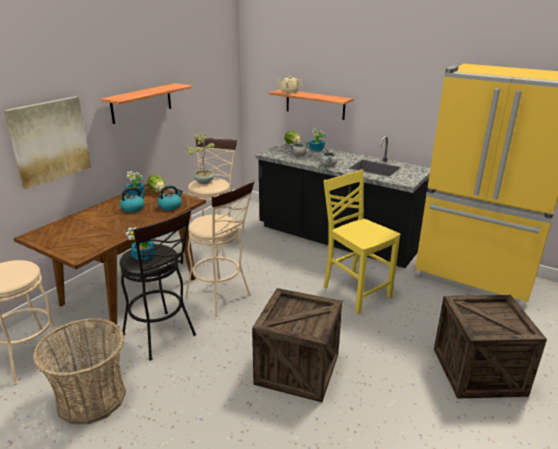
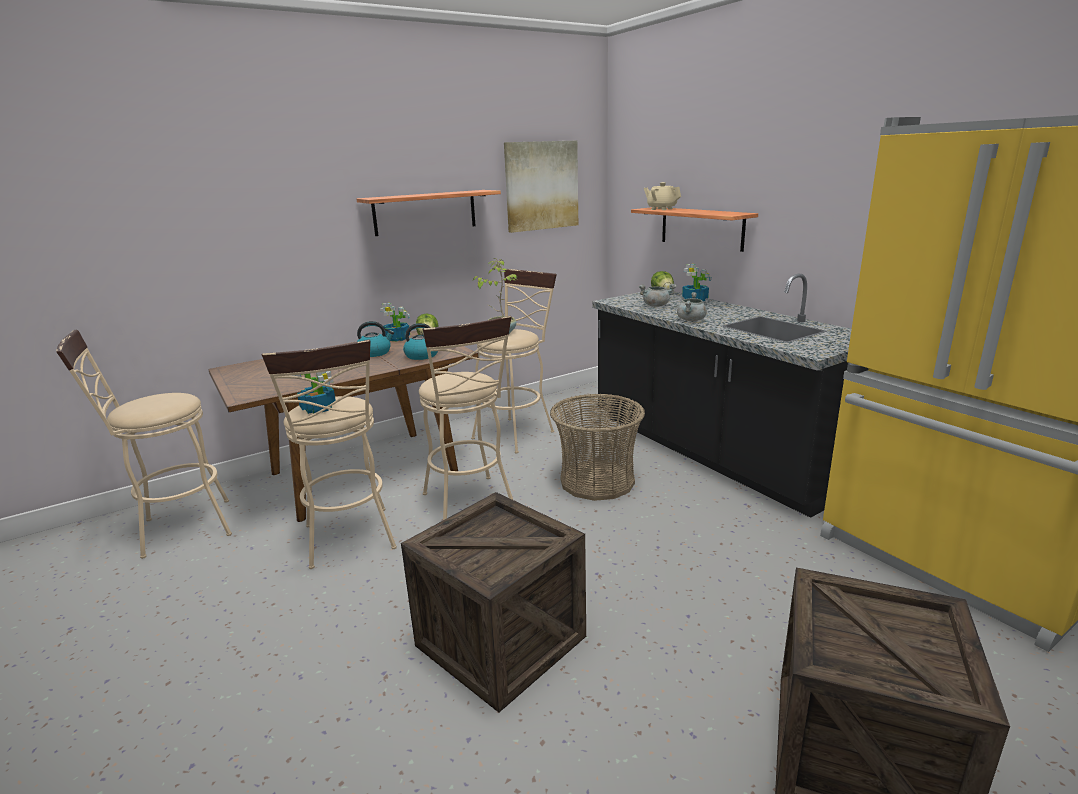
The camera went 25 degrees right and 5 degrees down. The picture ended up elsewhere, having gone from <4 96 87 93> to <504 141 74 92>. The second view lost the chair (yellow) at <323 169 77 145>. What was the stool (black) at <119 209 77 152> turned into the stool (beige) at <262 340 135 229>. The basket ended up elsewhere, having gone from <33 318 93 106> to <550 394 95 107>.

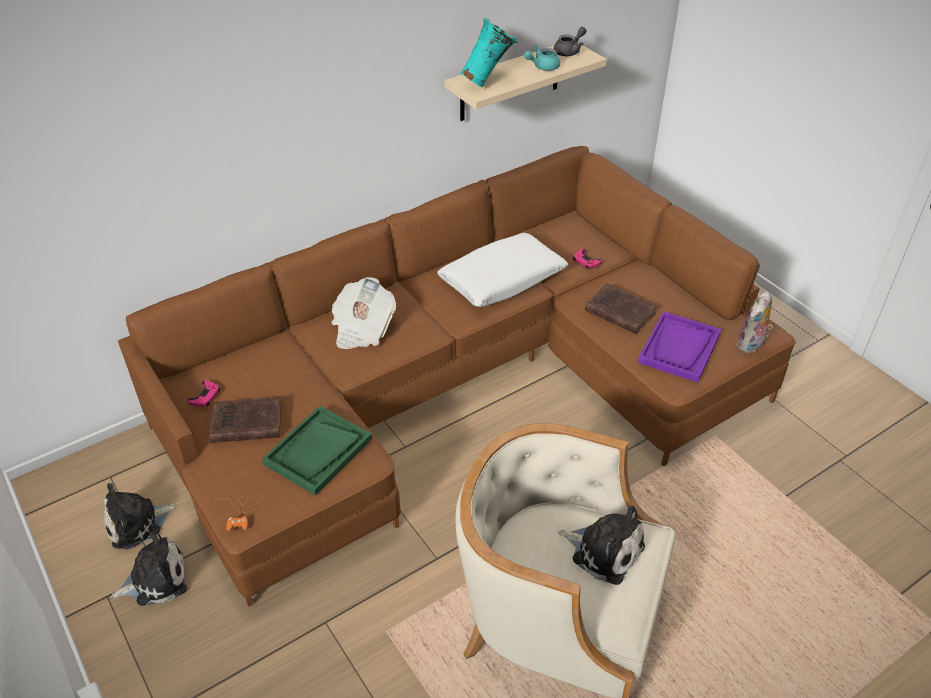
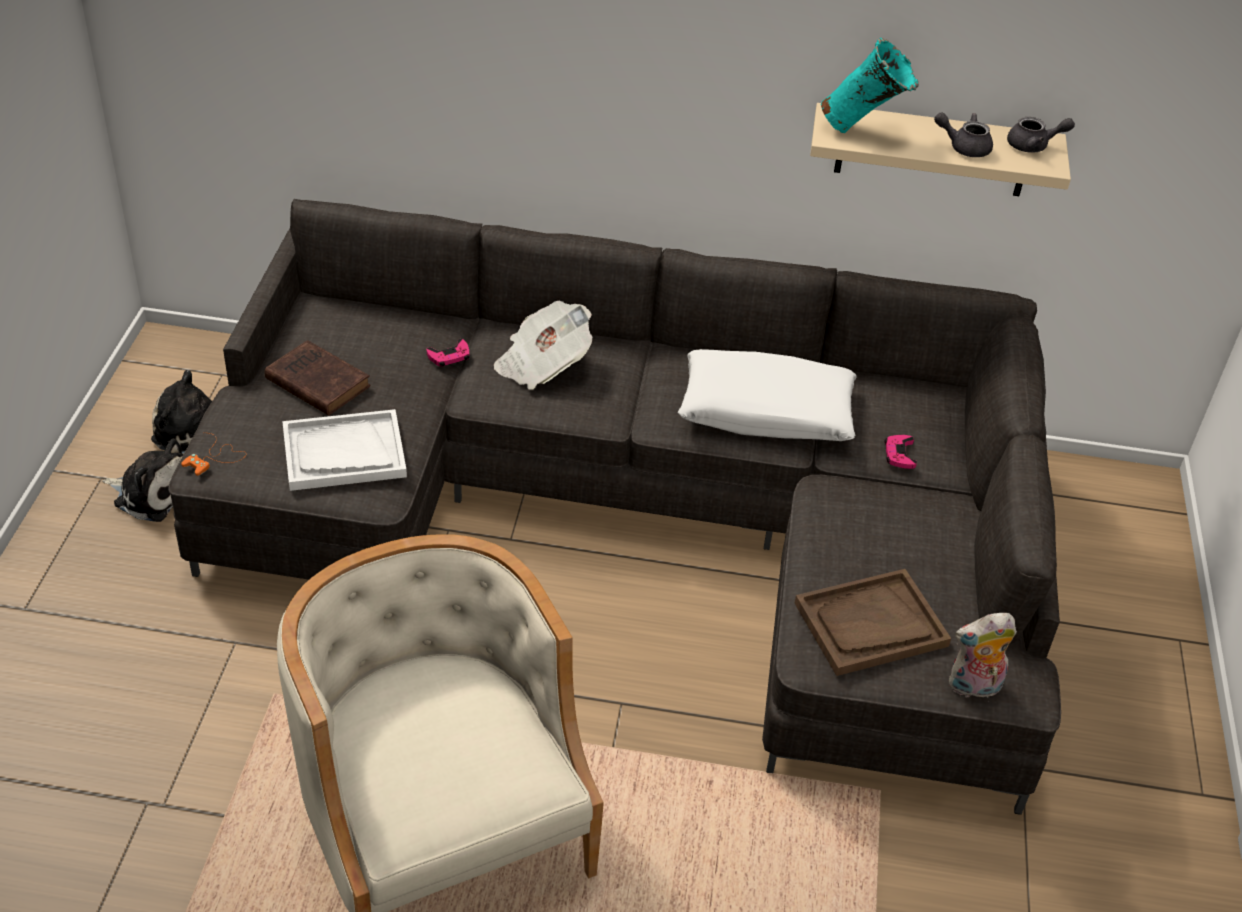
The camera went 40 degrees right and 0 degrees up. What was the teapot (turquoise) at <524 45 36 26> turned into the teapot (grey) at <934 113 59 44>. What was the sofa (brown) at <118 146 678 461> turned into the sofa (grey) at <168 199 893 616>. The second view lost the book (brown) at <585 284 73 50>. What was the tray (purple) at <638 311 83 71> turned into the tray (brown) at <794 569 157 107>. The game controller (pink) ended up elsewhere, having gone from <188 380 32 27> to <427 339 42 28>. What was the tray (green) at <262 406 110 90> turned into the tray (white) at <282 409 125 82>. The second view lost the plush toy at <558 505 87 80>.

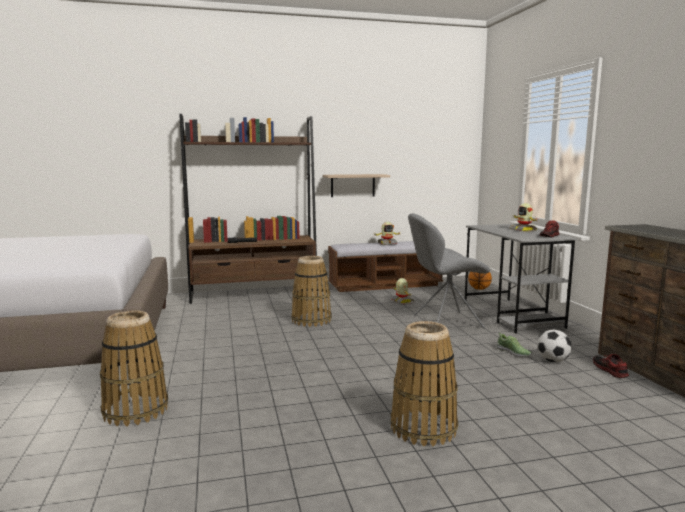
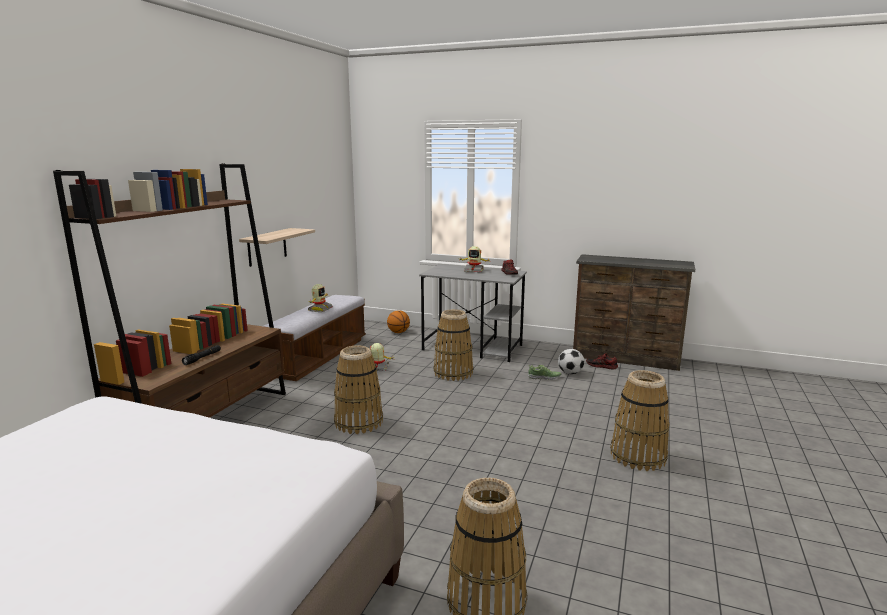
The camera went 55 degrees left and 5 degrees up. Where the chair (grey) stood at <408 213 82 115>, the basket came to stand at <434 309 39 72>.

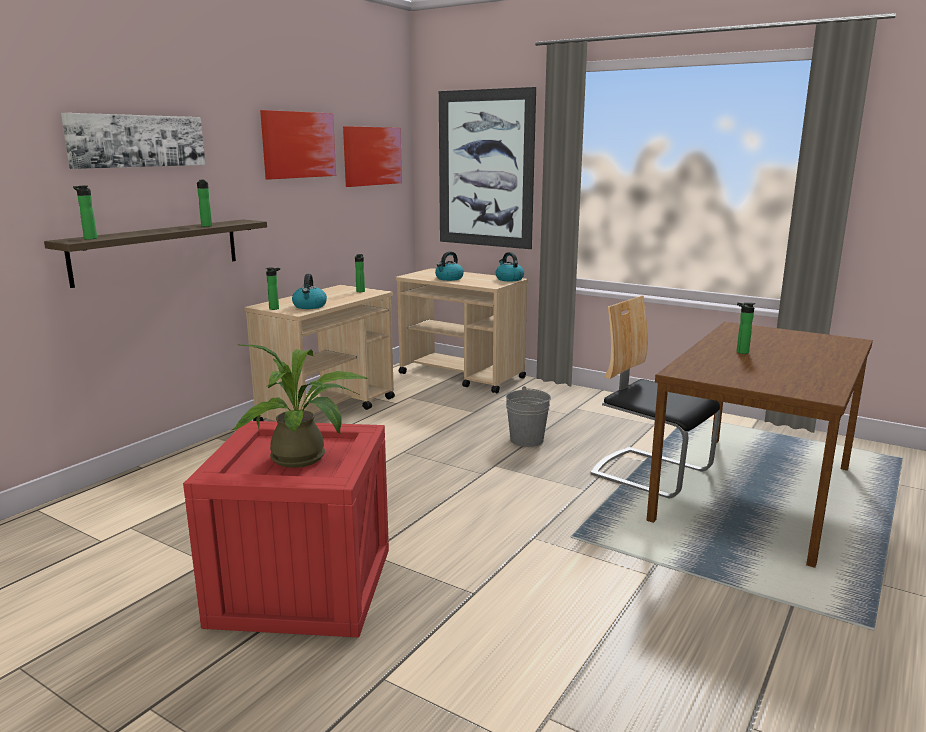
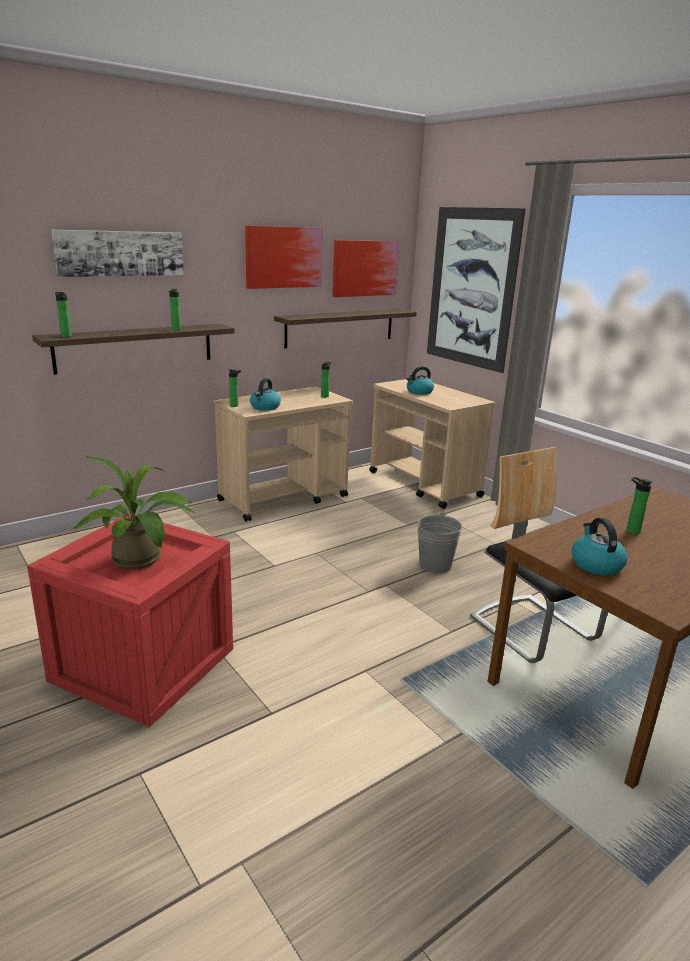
The camera went 20 degrees right and 5 degrees up. The kettle ended up elsewhere, having gone from <496 252 28 29> to <572 518 56 57>. The second view gained the shelf at <274 309 143 39>.

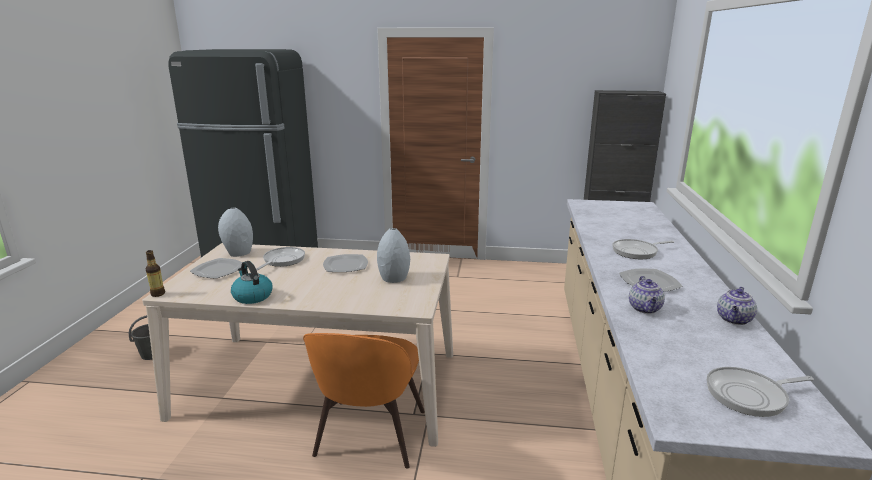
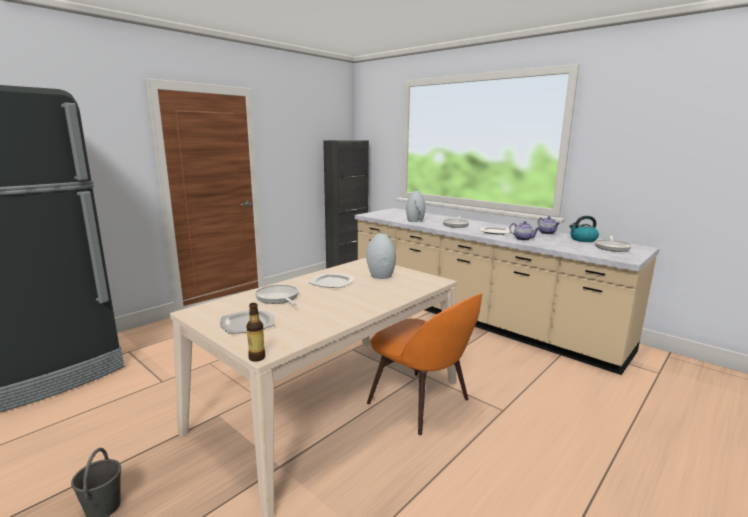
The camera went 55 degrees left and 5 degrees down. The vase (grey) ended up elsewhere, having gone from <218 207 35 50> to <406 190 20 32>. The kettle ended up elsewhere, having gone from <231 261 41 43> to <569 216 30 26>.

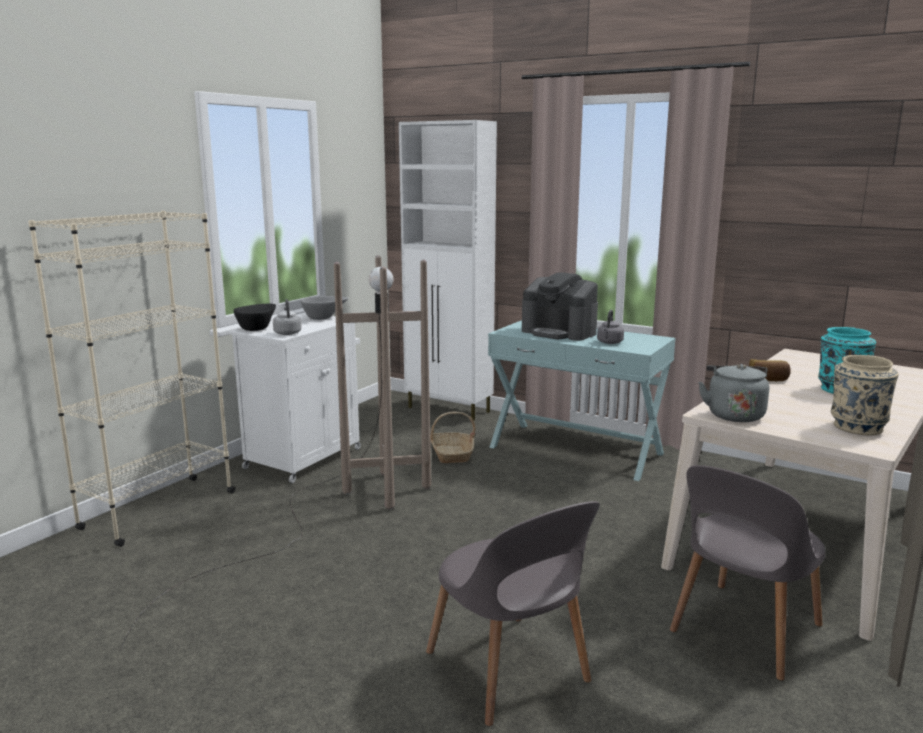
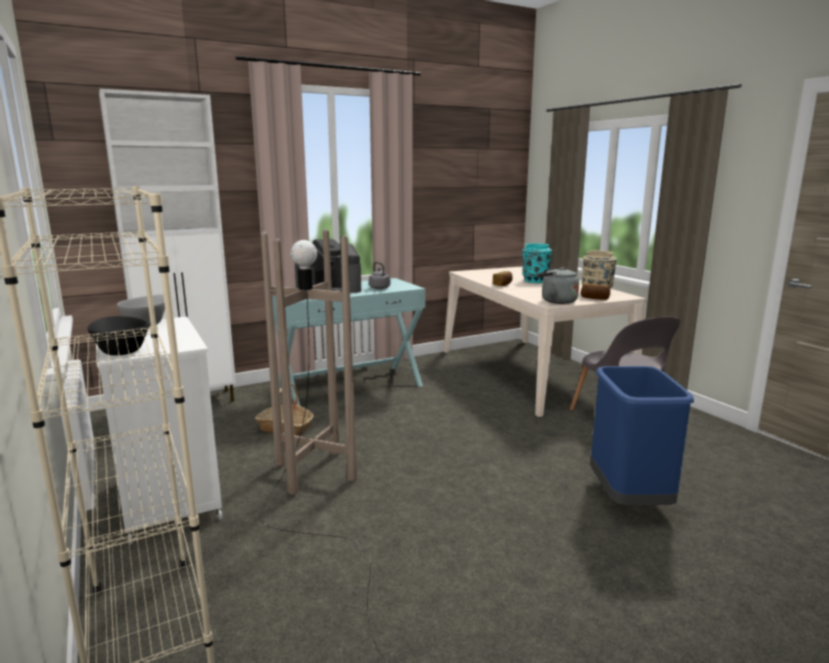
The camera went 60 degrees left and 0 degrees up. The second view lost the kettle (grey) at <273 299 29 36>. Where the chair (grey) stood at <426 501 174 225>, the trash can (blue) came to stand at <590 366 104 139>. The second view gained the bread at <581 283 29 17>.

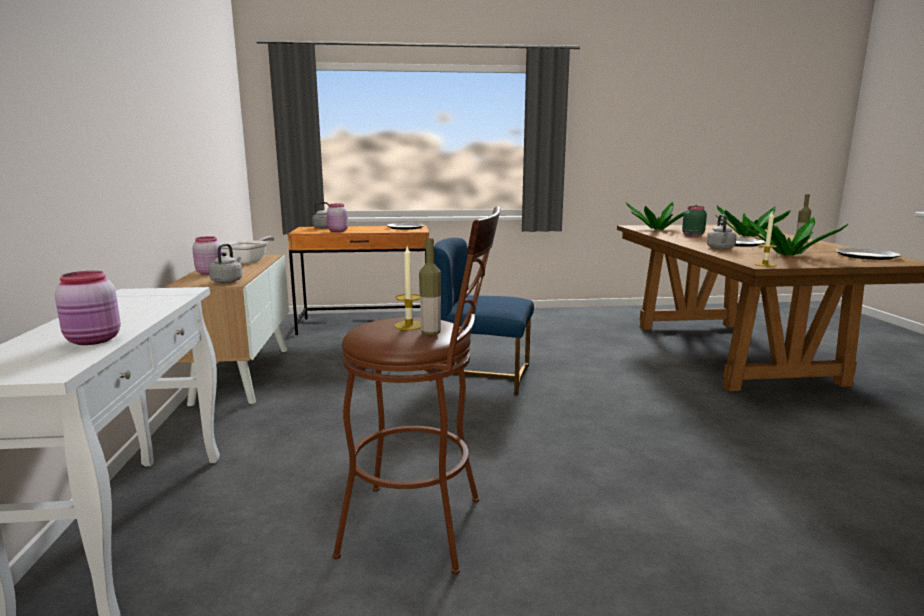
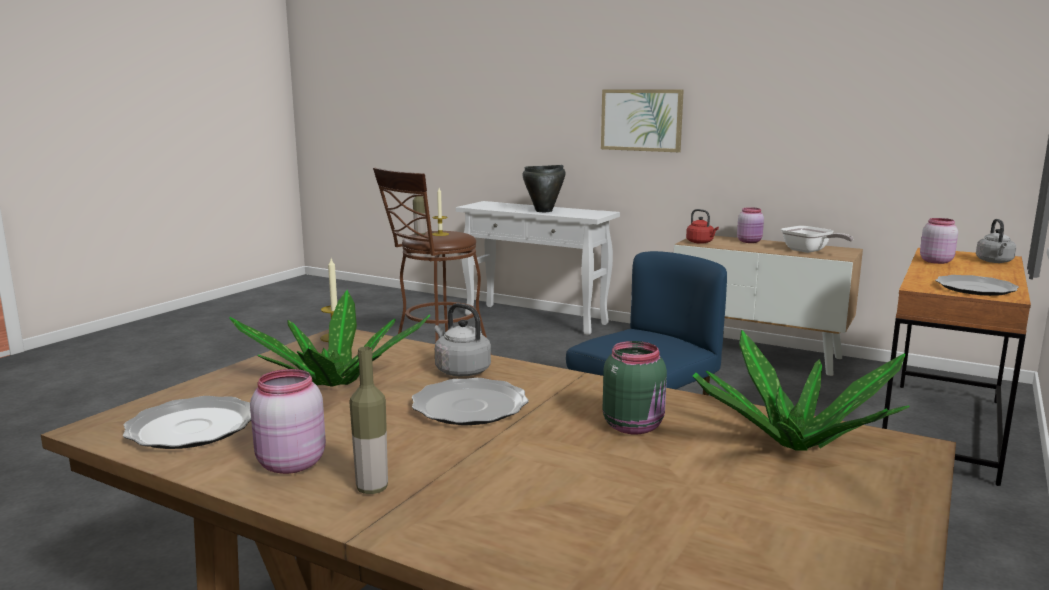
The camera went 125 degrees right and 0 degrees up. The second view lost the potted plant at <715 205 76 32>. What was the kettle (grey) at <209 244 33 39> turned into the kettle (red) at <686 209 33 35>. The jar (pink) ended up elsewhere, having gone from <55 271 66 74> to <250 369 76 105>. The second view gained the picture at <601 89 83 63>. The second view gained the cooking pot (black) at <523 165 42 47>.

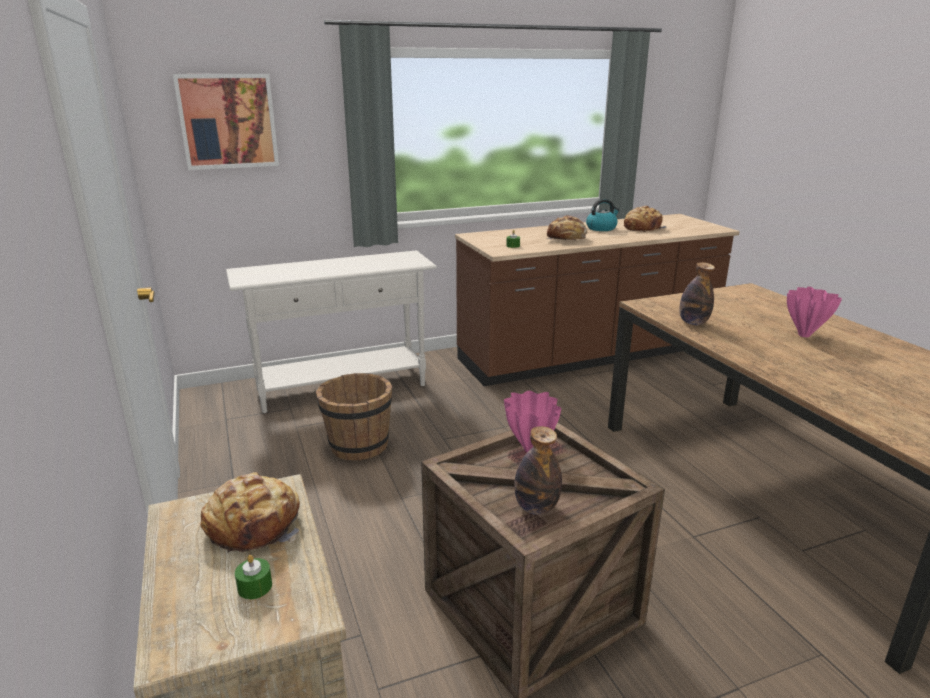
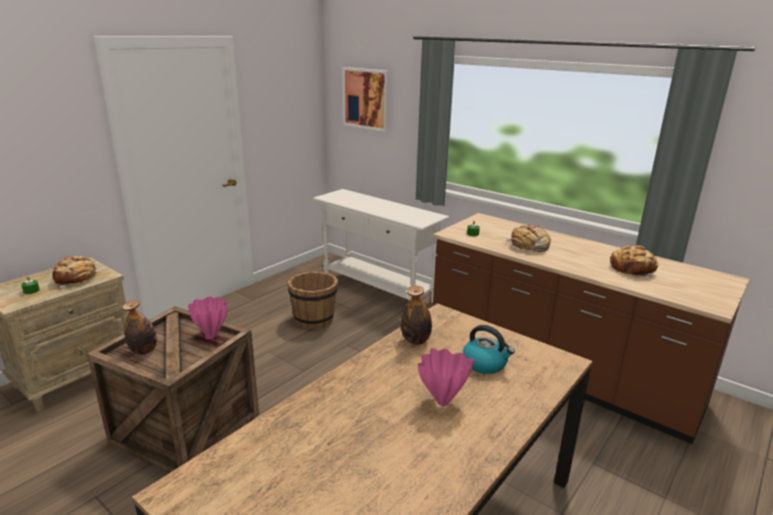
The camera went 60 degrees right and 0 degrees up. The kettle ended up elsewhere, having gone from <586 199 34 32> to <463 325 52 49>.

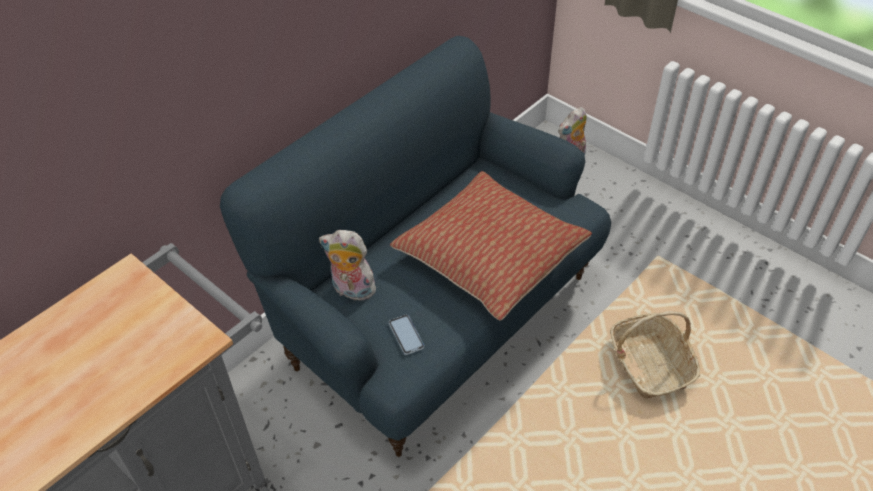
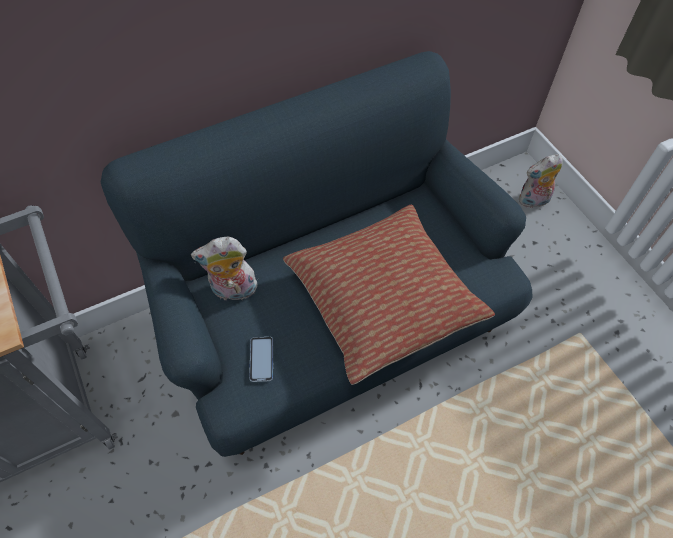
The camera went 20 degrees right and 10 degrees up. The plush toy at <319 230 59 70> ended up facing another way, 45 degrees counterclockwise from before. The second view lost the basket at <610 311 90 88>.

